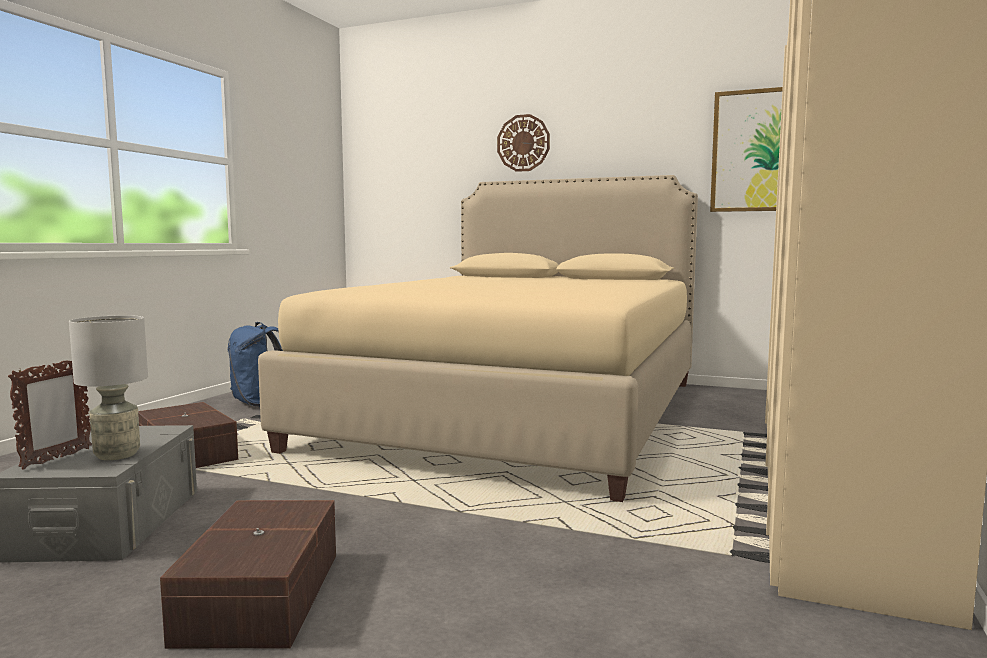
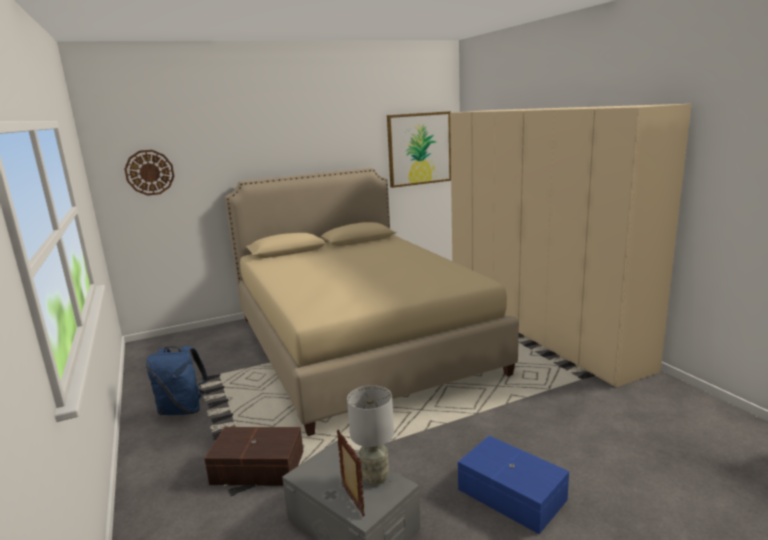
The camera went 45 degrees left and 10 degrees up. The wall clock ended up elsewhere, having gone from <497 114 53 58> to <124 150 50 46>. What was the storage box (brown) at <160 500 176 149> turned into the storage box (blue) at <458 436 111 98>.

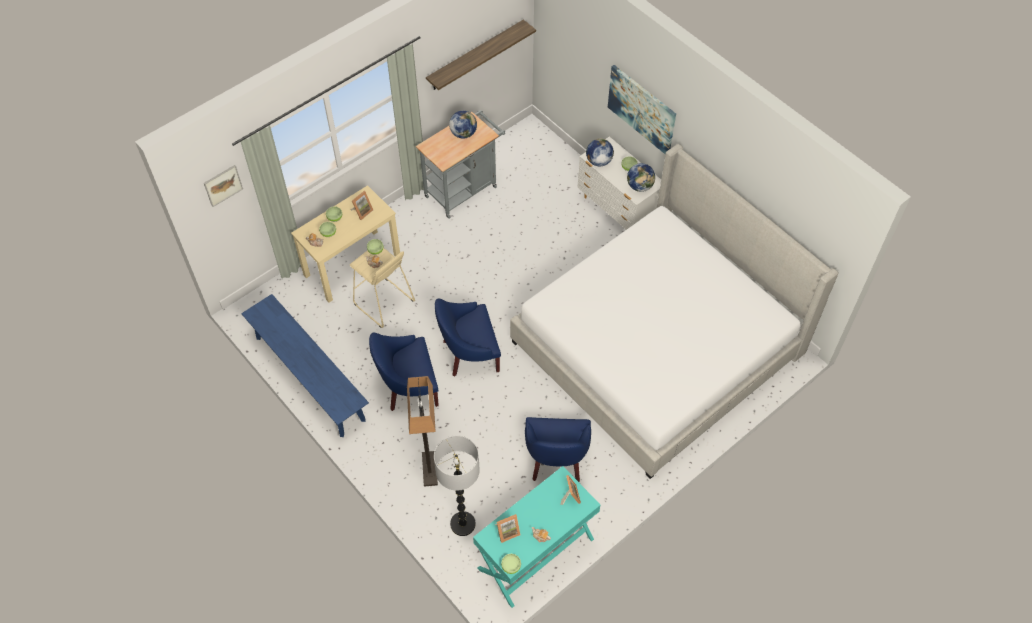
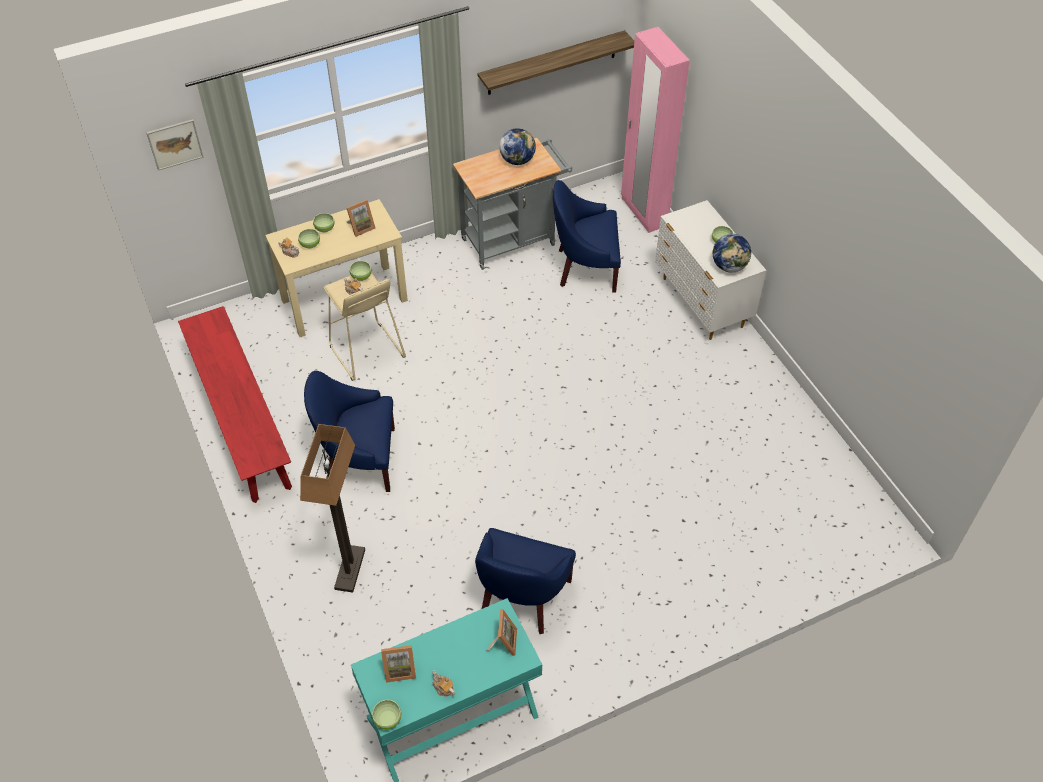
The camera went 15 degrees right and 5 degrees down. The second view lost the picture at <608 65 68 89>. The second view lost the globe at <586 138 28 28>. The second view lost the bed at <510 144 329 335>. What was the bench (blue) at <241 294 128 143> turned into the bench (red) at <178 306 114 197>. The armchair (blue) ended up elsewhere, having gone from <435 298 66 79> to <553 180 68 113>. The second view lost the floor lamp at <434 435 46 101>. The second view gained the wardrobe (pink) at <621 27 69 206>.

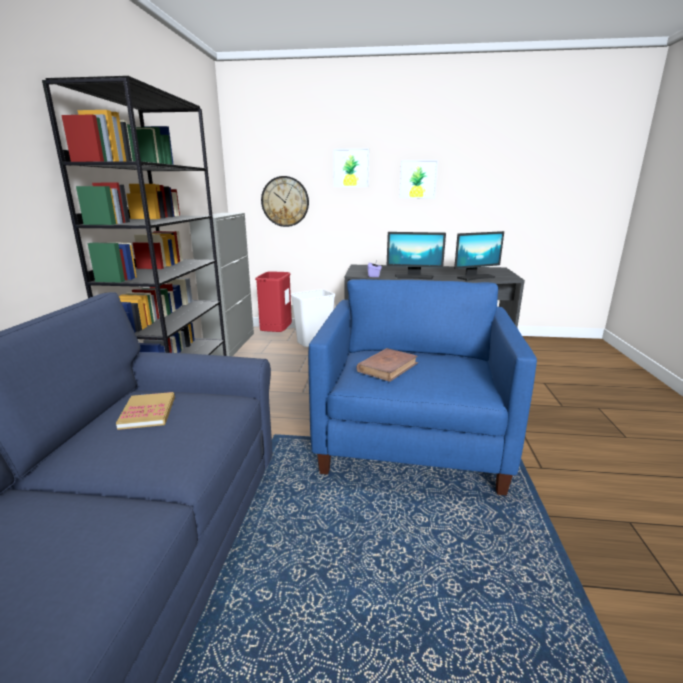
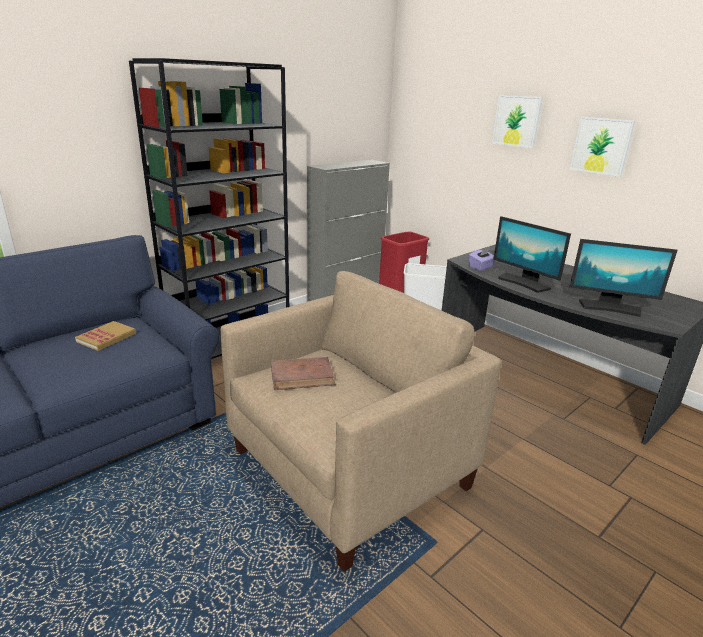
The camera went 40 degrees right and 5 degrees up. The second view lost the wall clock at <261 176 48 51>. What was the armchair (blue) at <308 279 229 217> turned into the armchair (beige) at <221 271 280 301>.

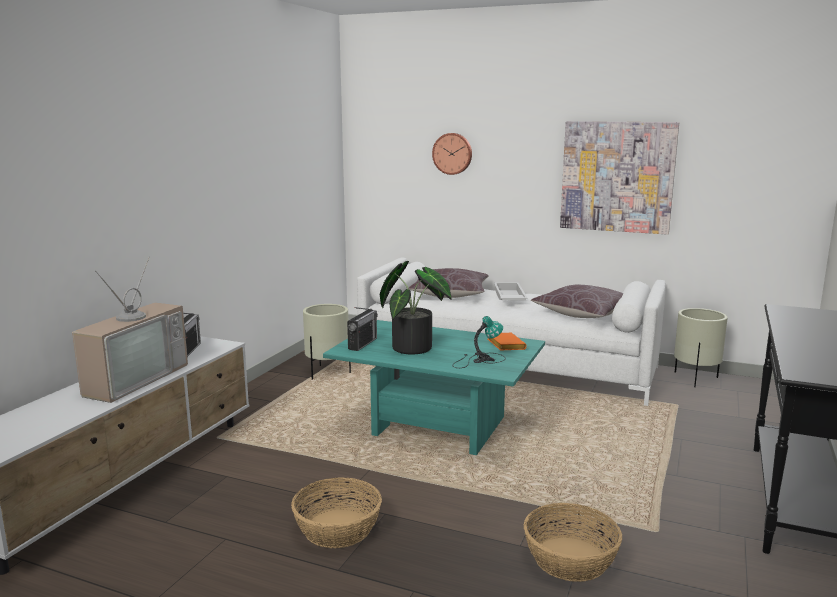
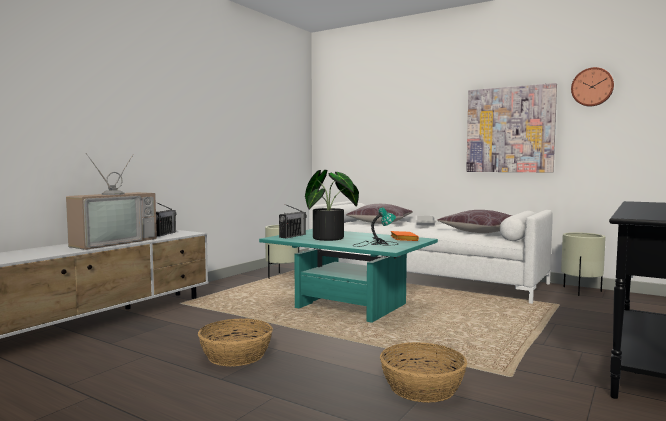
The camera went 10 degrees right and 10 degrees down. The wall clock ended up elsewhere, having gone from <432 133 40 42> to <571 67 43 39>.

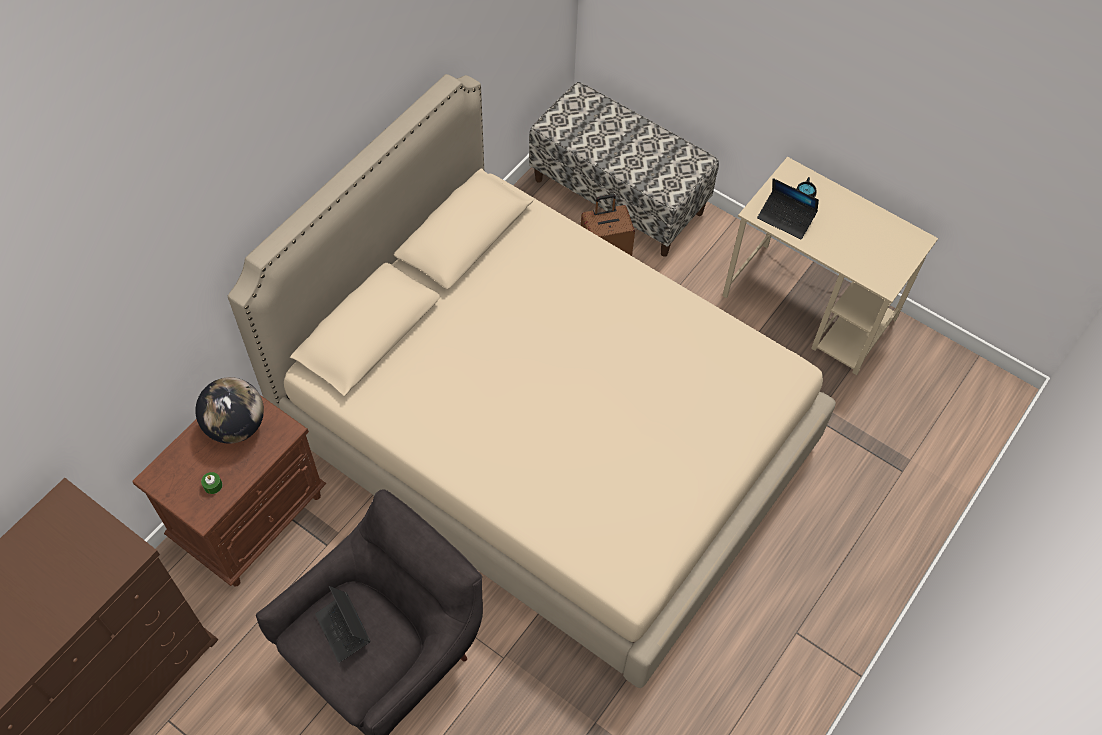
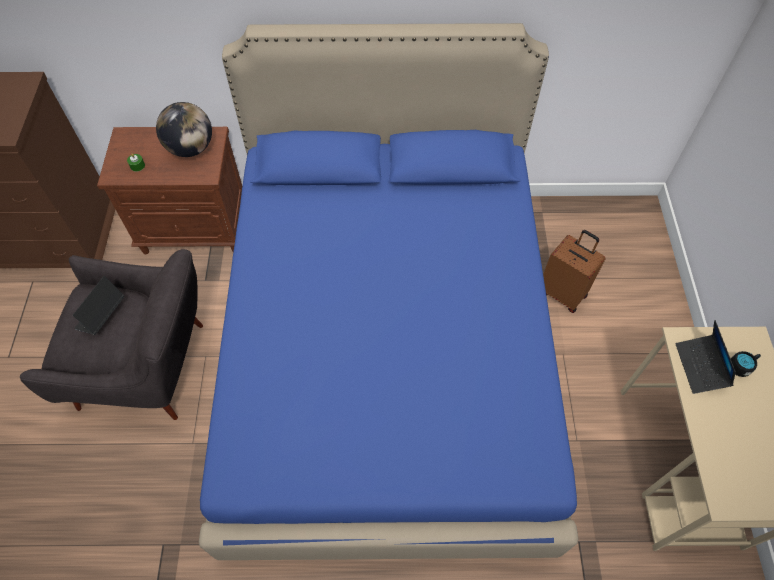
The camera went 55 degrees right and 0 degrees up. What was the bed (beige) at <228 74 608 614> turned into the bed (blue) at <199 23 379 537>. The second view lost the bench at <529 82 190 175>.

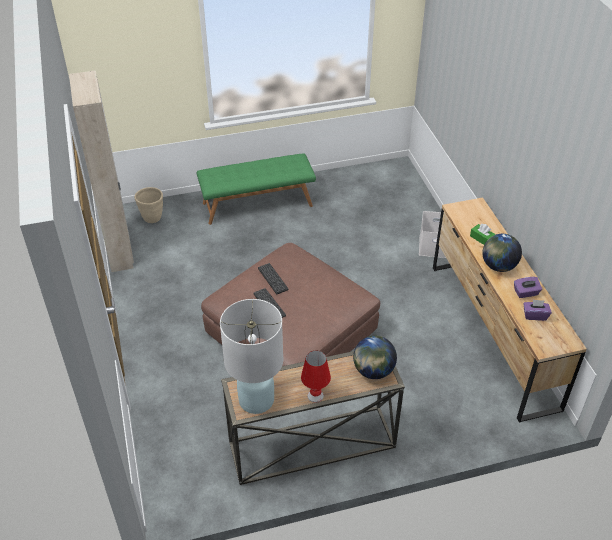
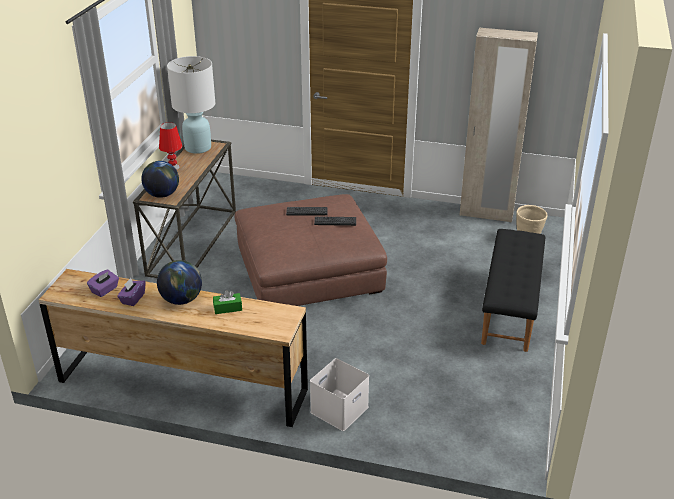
The camera went 120 degrees right and 10 degrees down. What was the bench (green) at <197 153 119 72> turned into the bench (black) at <481 229 65 123>.

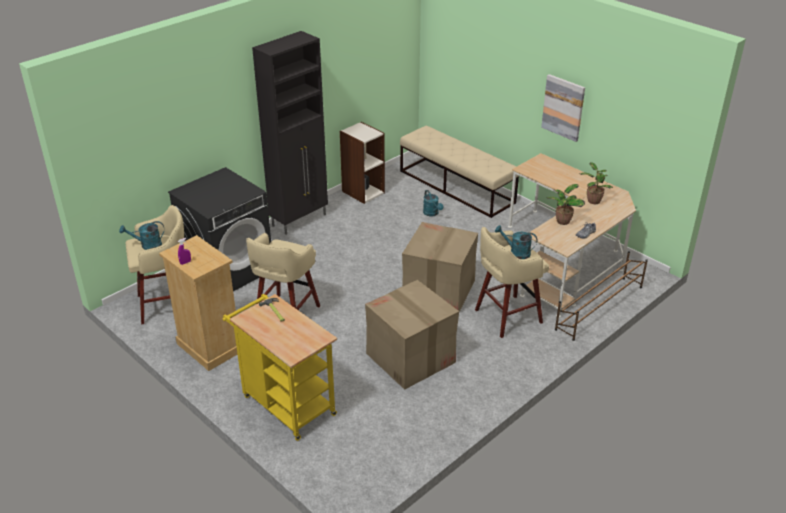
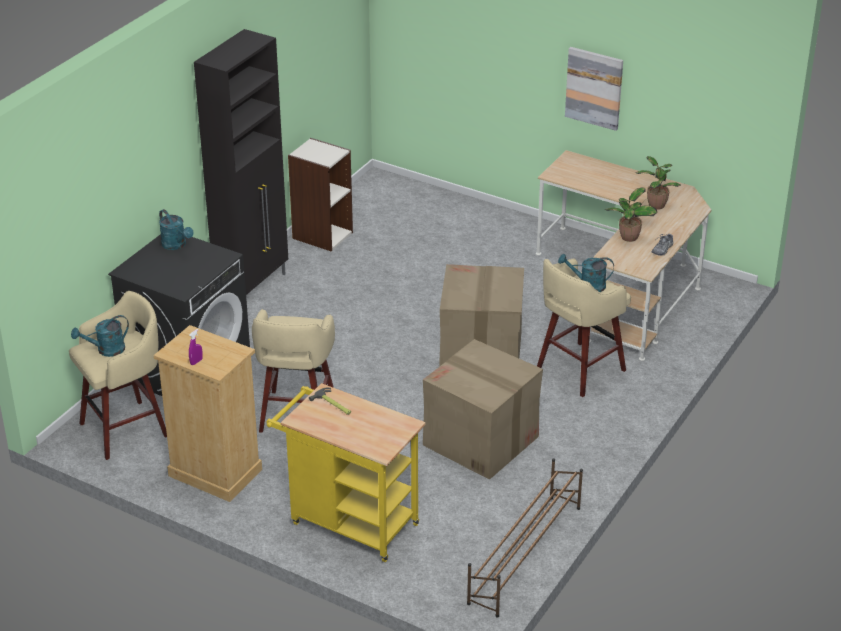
The camera went 15 degrees left and 0 degrees up. The second view lost the bench (beige) at <400 126 119 92>. The watering can (turquoise) ended up elsewhere, having gone from <423 190 21 26> to <159 209 34 41>. The shoe rack (brown) ended up elsewhere, having gone from <555 251 93 90> to <467 458 116 159>.

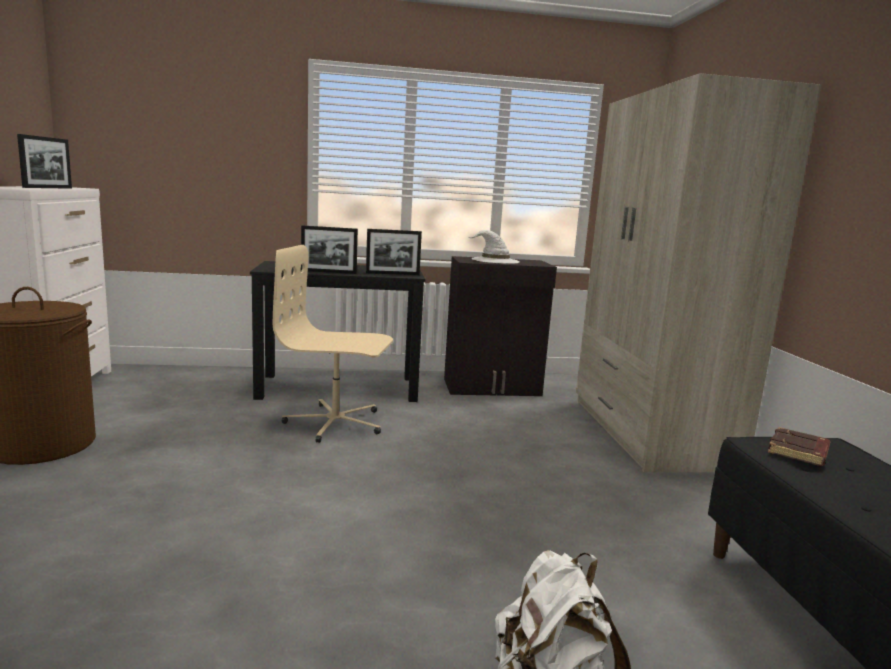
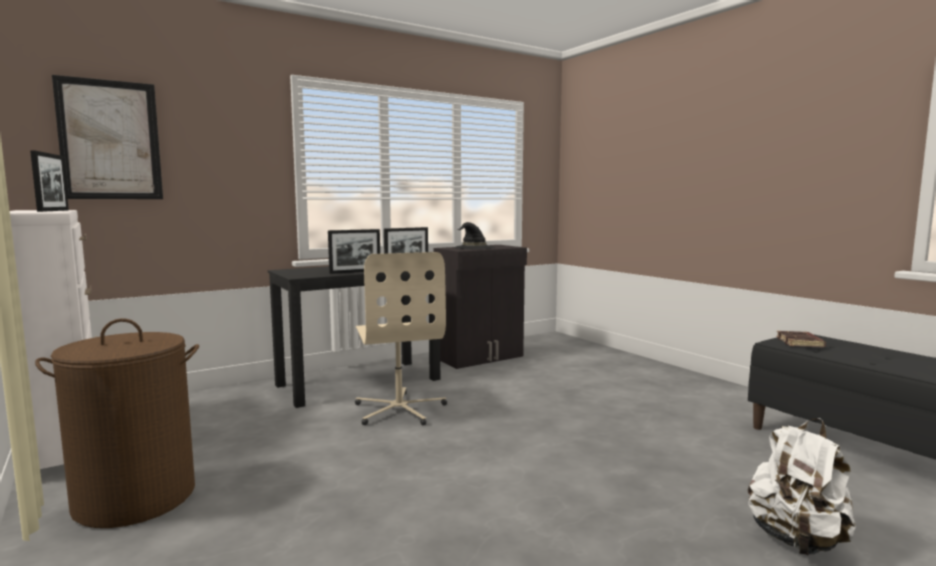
The camera went 25 degrees left and 5 degrees down. The second view lost the wardrobe (beige) at <576 73 245 399>. What was the hat (white) at <468 230 52 34> turned into the hat (black) at <454 222 41 27>. The office chair (beige) at <273 245 120 198> ended up facing another way, 90 degrees counterclockwise from before. The second view gained the picture at <52 75 111 124>.

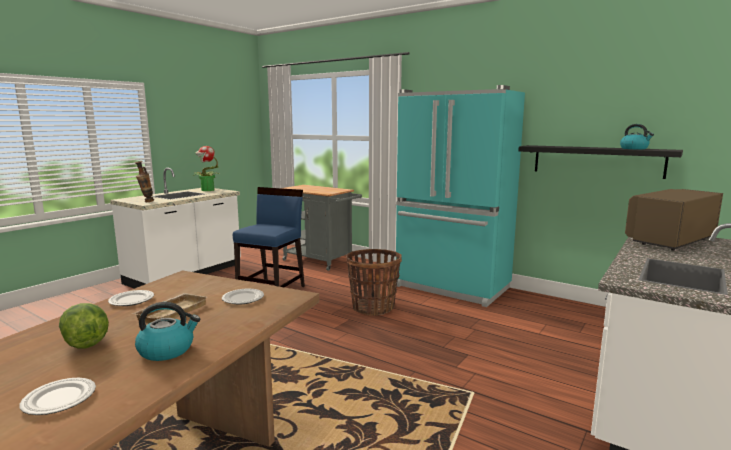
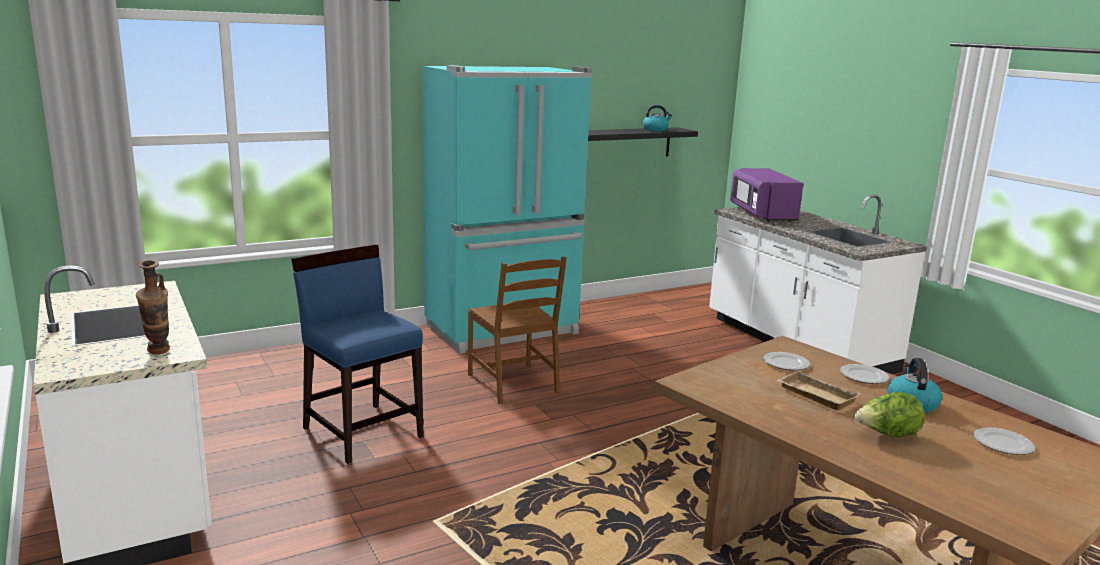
The camera went 65 degrees left and 5 degrees up. The second view lost the potted plant at <193 146 27 45>. The second view lost the cart (grey) at <282 185 80 86>. What was the microwave (brown) at <625 189 98 62> turned into the microwave (purple) at <730 168 74 54>. Where the basket stood at <346 249 56 67>, the chair (brown) came to stand at <468 257 99 147>. The plate ended up elsewhere, having gone from <108 290 46 16> to <840 364 49 20>.

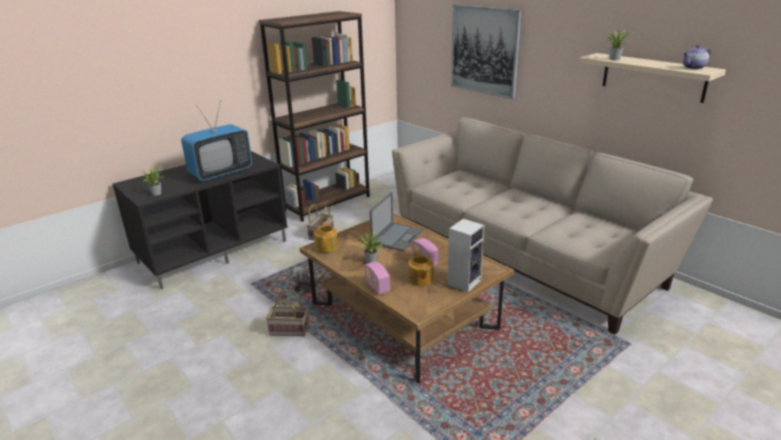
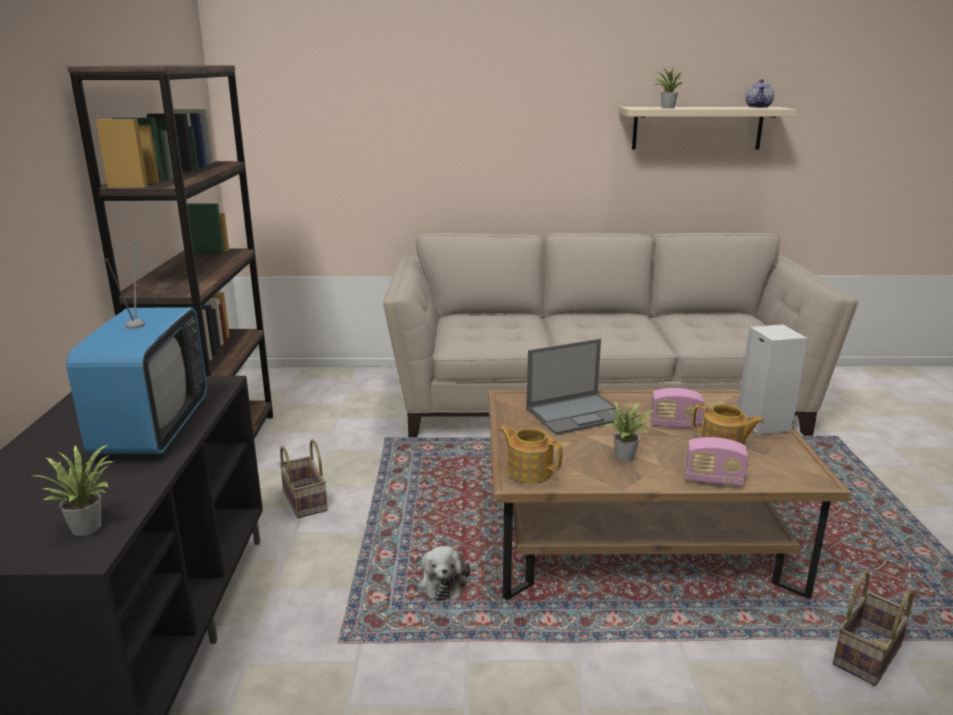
The camera went 50 degrees left and 5 degrees down. The second view lost the picture at <451 5 71 94>. The laptop at <370 192 53 59> ended up facing another way, 90 degrees clockwise from before. The basket ended up elsewhere, having gone from <266 289 43 47> to <833 571 81 115>.

